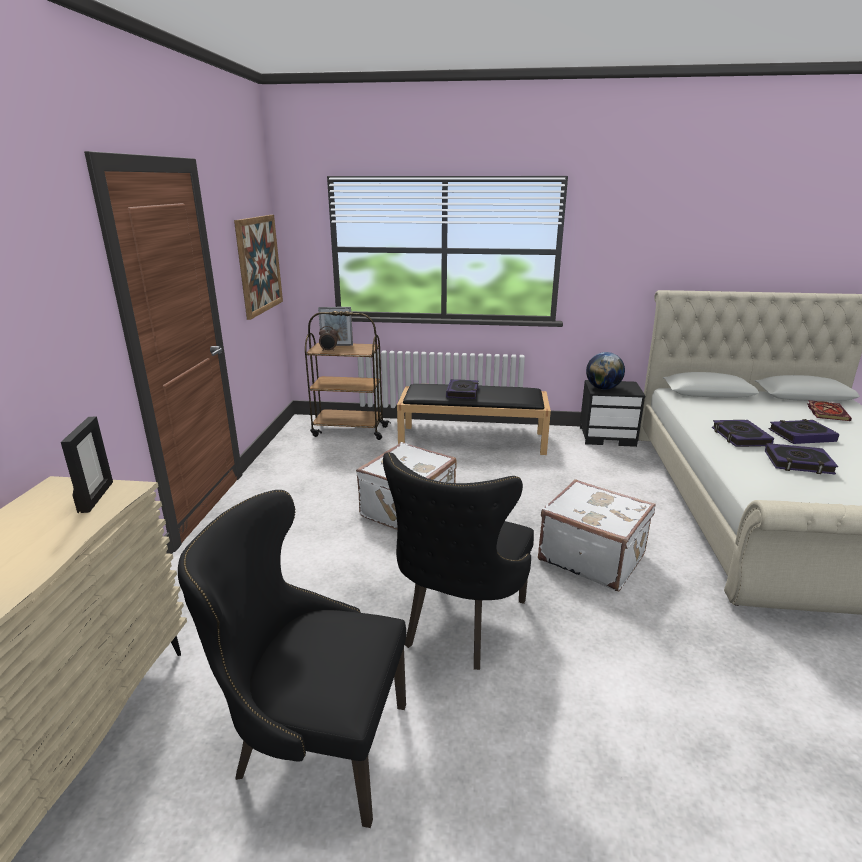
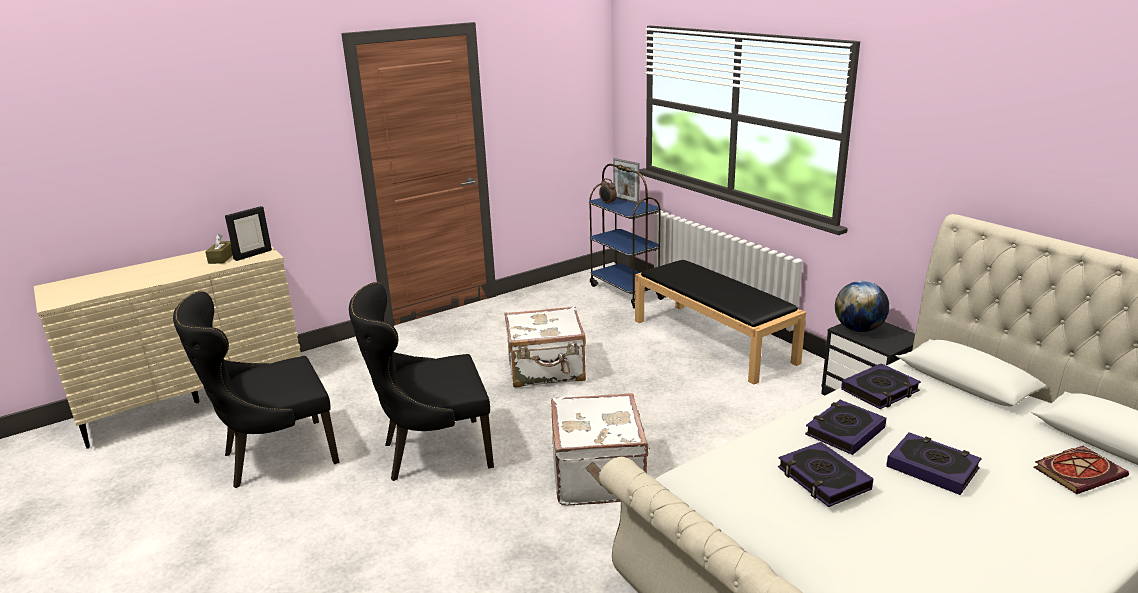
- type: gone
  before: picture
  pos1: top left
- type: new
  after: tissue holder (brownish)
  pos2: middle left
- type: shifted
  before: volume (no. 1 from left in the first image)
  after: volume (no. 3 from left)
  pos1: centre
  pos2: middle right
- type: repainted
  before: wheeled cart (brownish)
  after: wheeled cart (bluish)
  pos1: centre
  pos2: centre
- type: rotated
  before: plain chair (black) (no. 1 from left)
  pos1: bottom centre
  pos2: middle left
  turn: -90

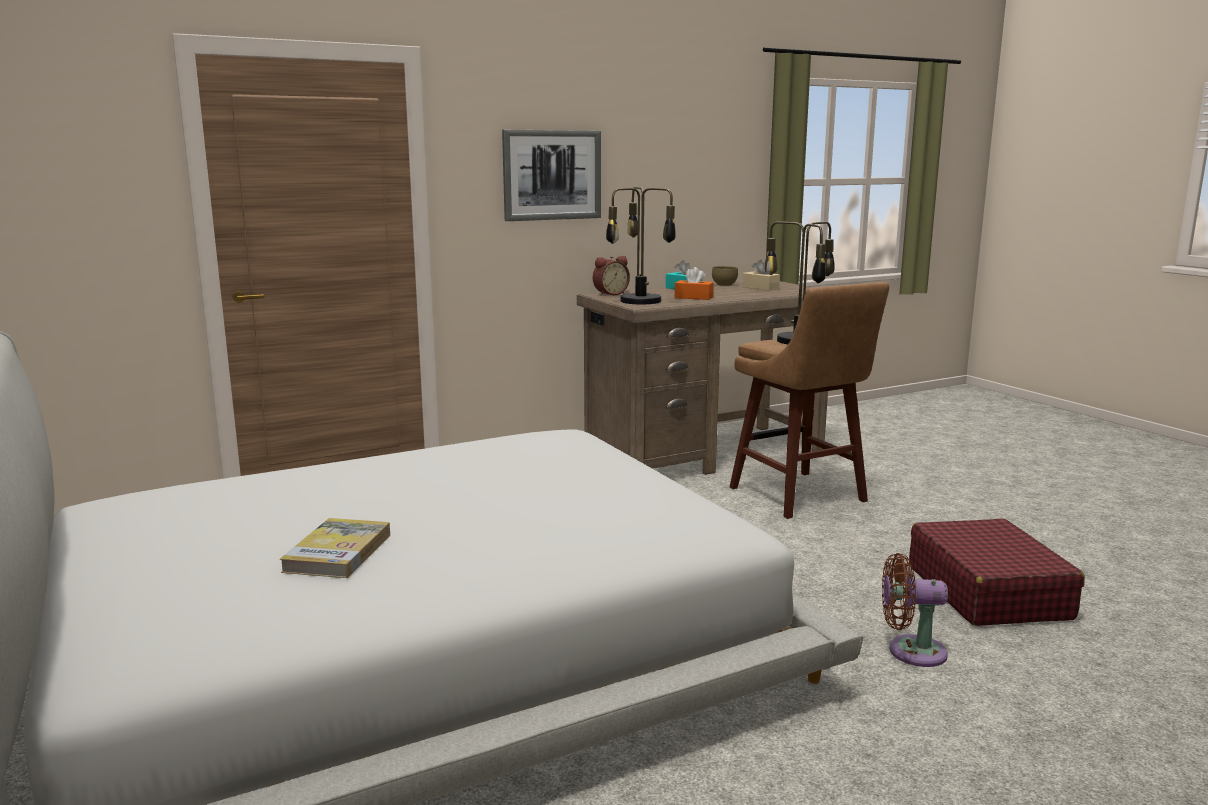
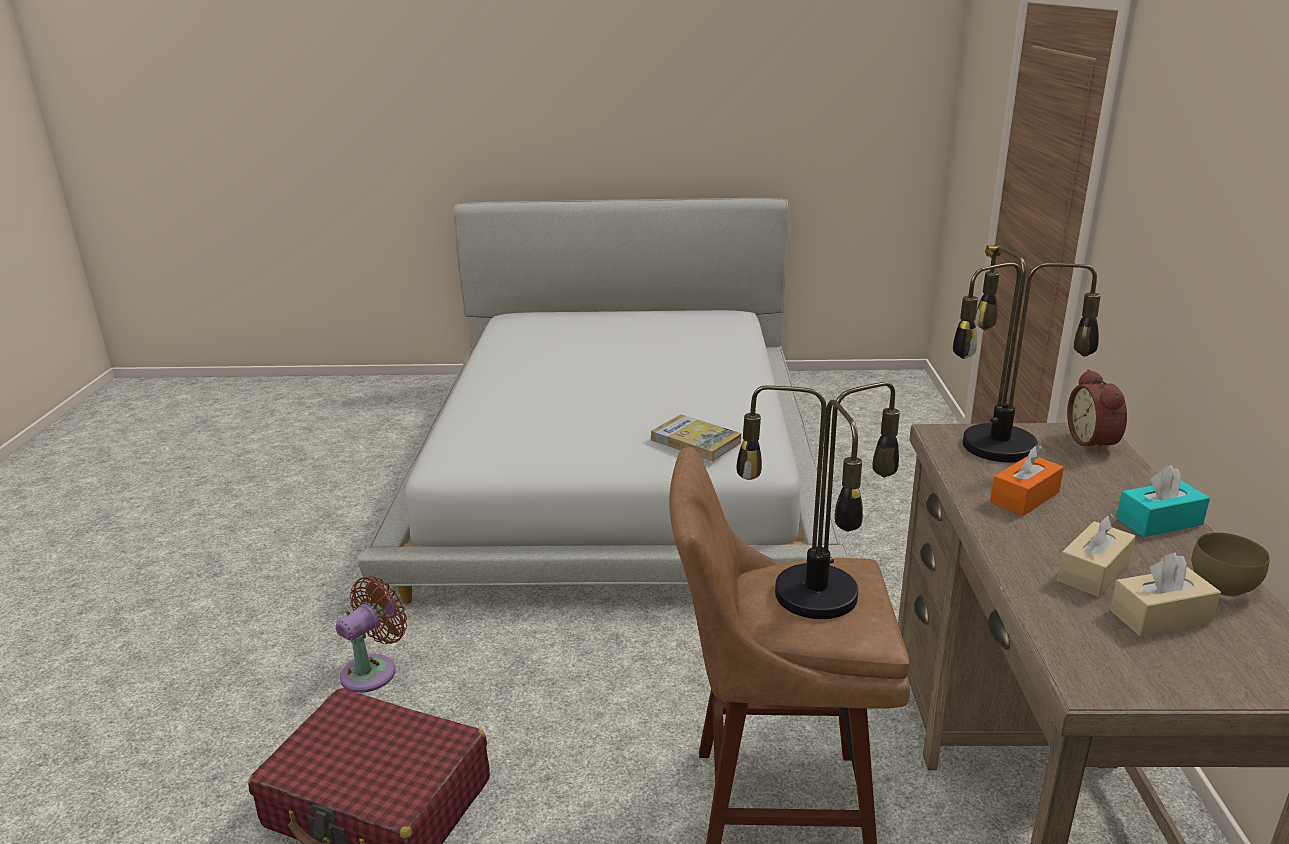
- type: gone
  before: picture
  pos1: top centre
- type: new
  after: tissue holder (sand-coloured) (no. 1 from left)
  pos2: middle right
- type: shifted
  before: volume
  pos1: bottom left
  pos2: centre

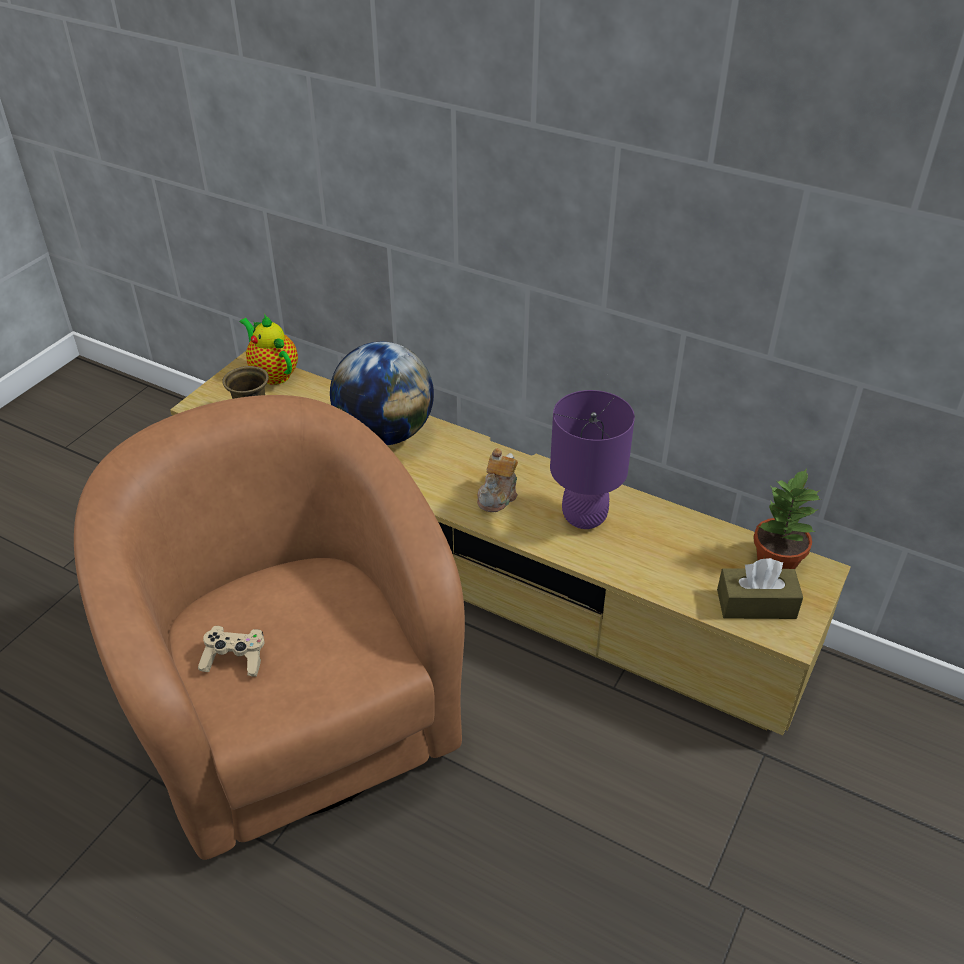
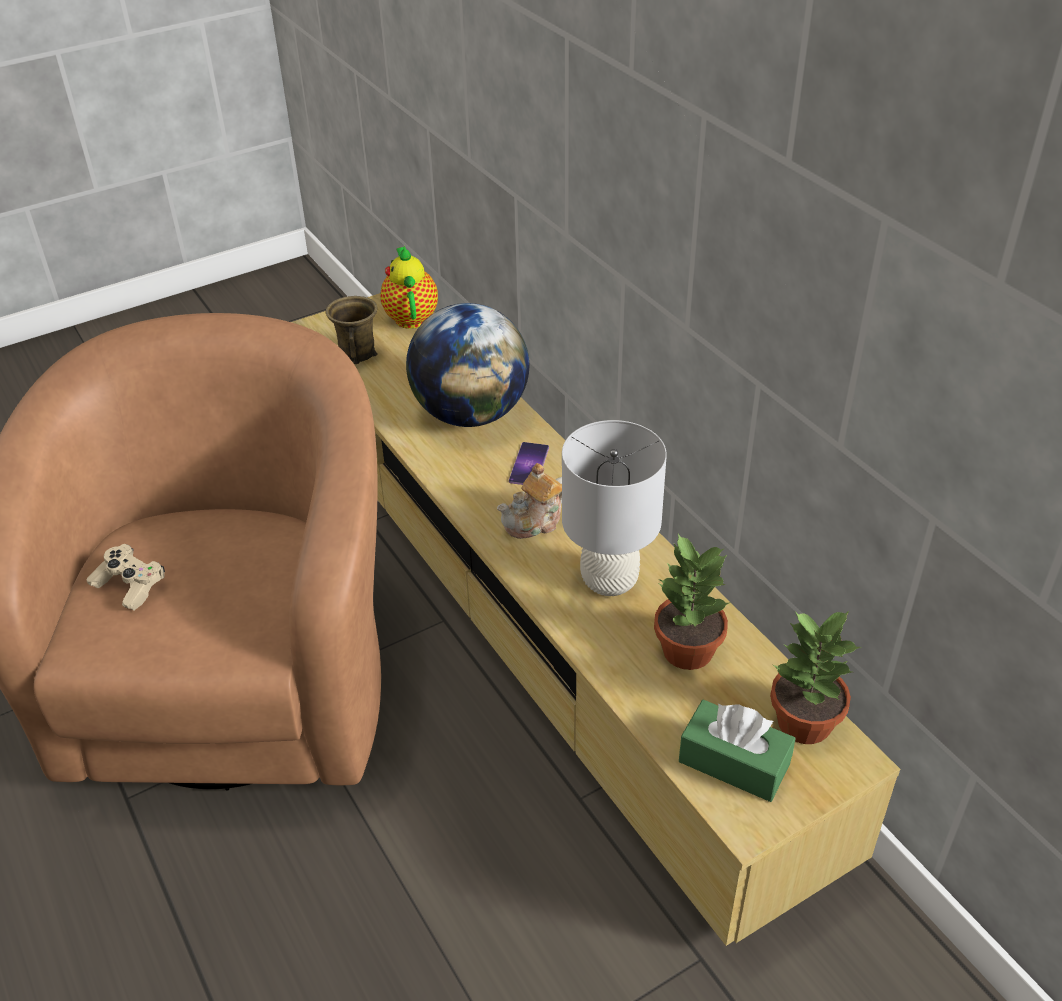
- type: new
  after: handset
  pos2: centre
- type: new
  after: plant in a pot (no. 1 from left)
  pos2: centre
- type: repainted
  before: table lamp (purple)
  after: table lamp (gray)
  pos1: centre
  pos2: centre
- type: repainted
  before: tissue holder (brownish)
  after: tissue holder (green-coloured)
  pos1: middle right
  pos2: bottom right

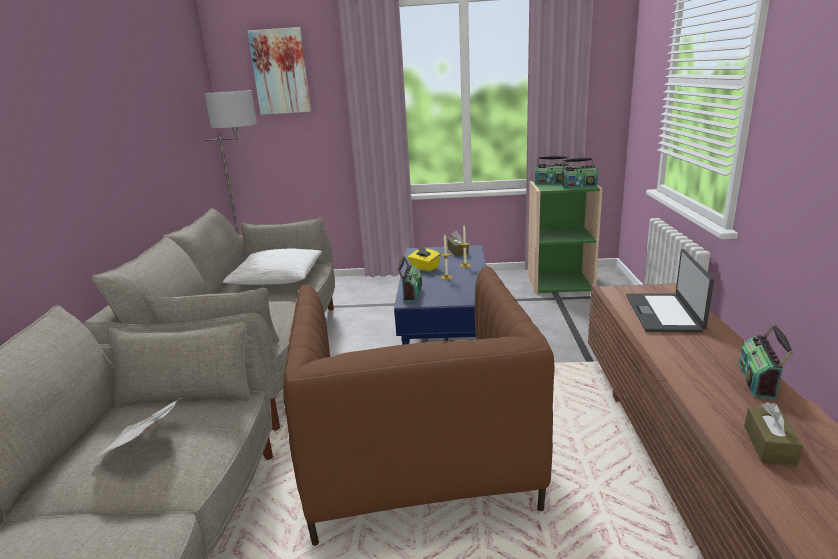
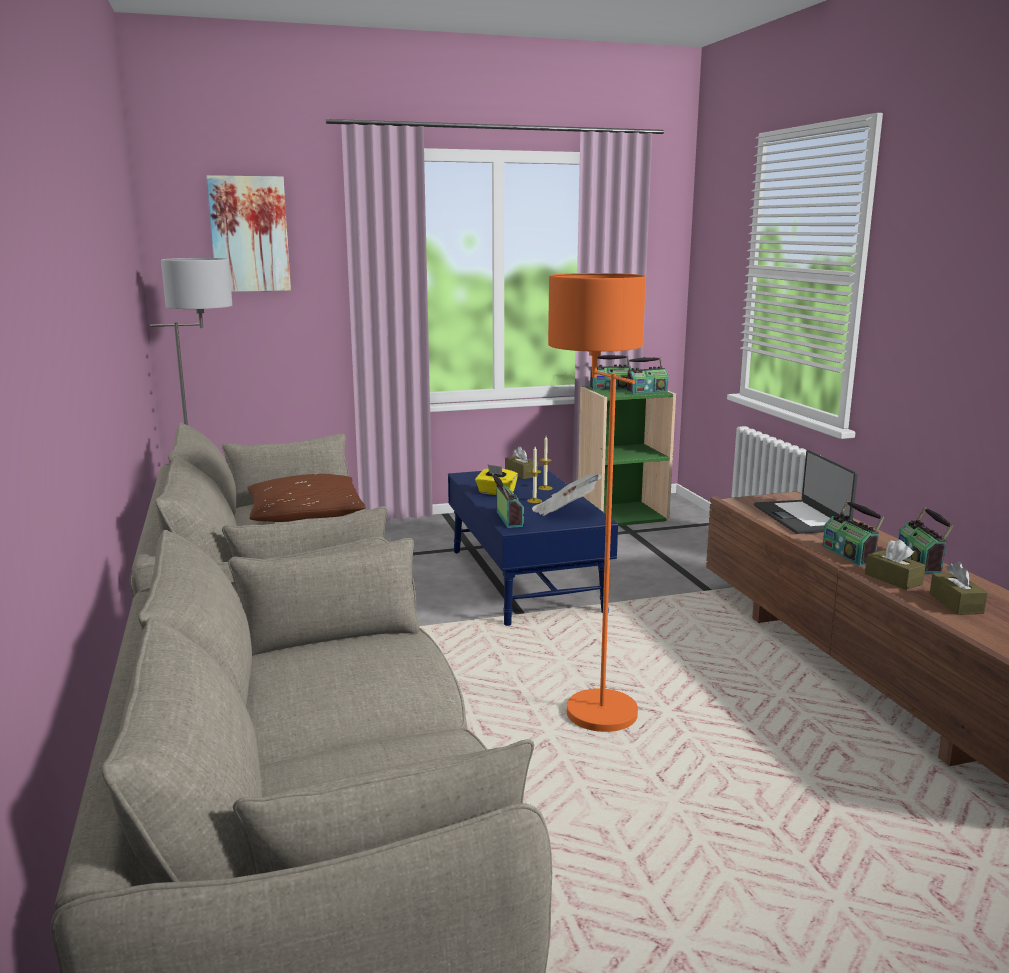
- type: new
  after: radio receiver (no. 4 from left)
  pos2: middle right
- type: new
  after: tissue holder (brownish) (no. 2 from left)
  pos2: middle right
- type: shifted
  before: printed paper
  pos1: bottom left
  pos2: centre
- type: swapped
  before: armchair (brownish)
  after: floor lamp (orange)
  pos1: bottom centre
  pos2: centre
- type: repainted
  before: throw pillow (whitish)
  after: throw pillow (brownish)
  pos1: middle left
  pos2: middle left

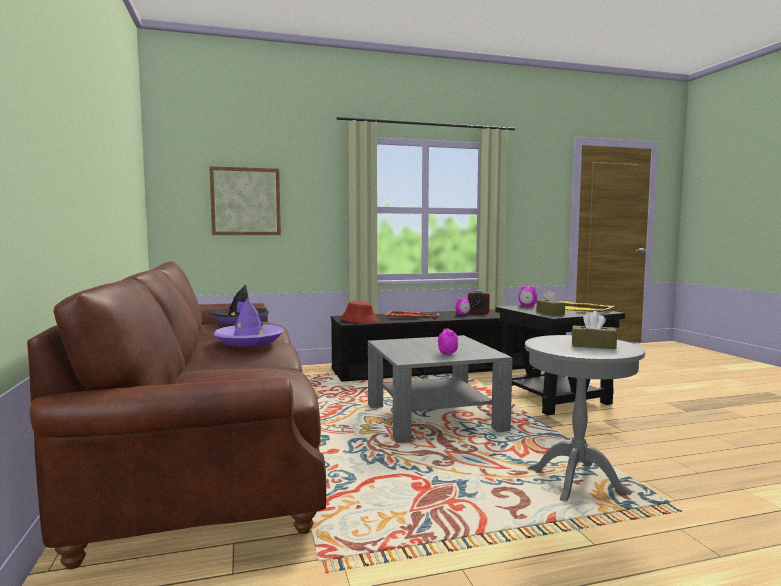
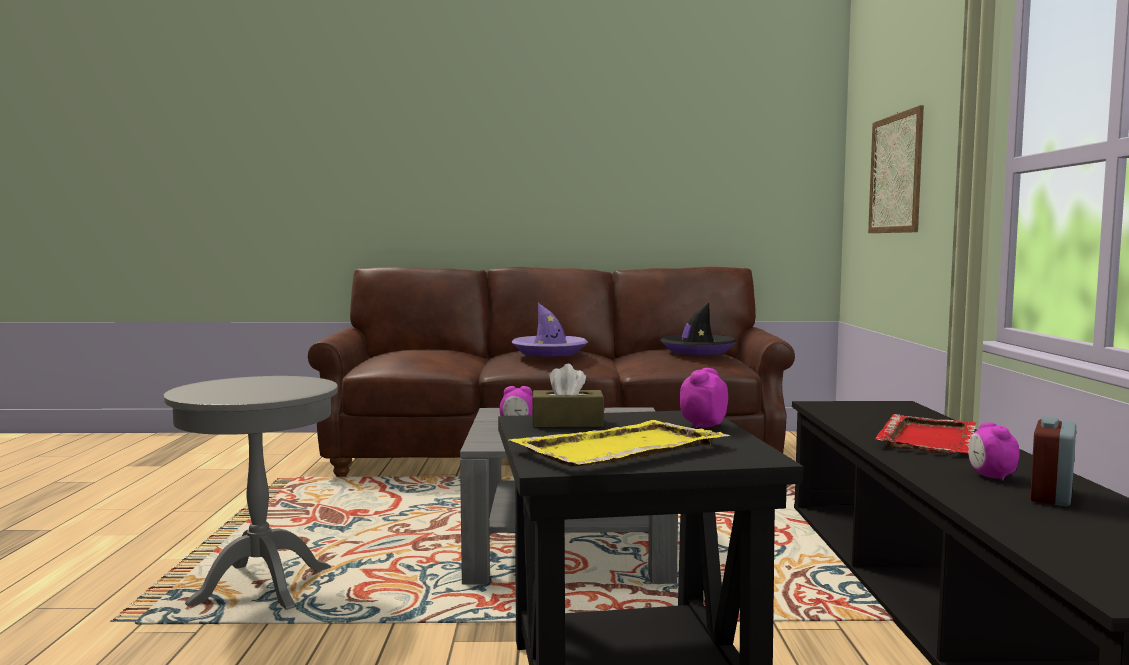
- type: gone
  before: hat (red)
  pos1: centre
- type: gone
  before: tissue holder (brownish) (no. 2 from left)
  pos1: middle right

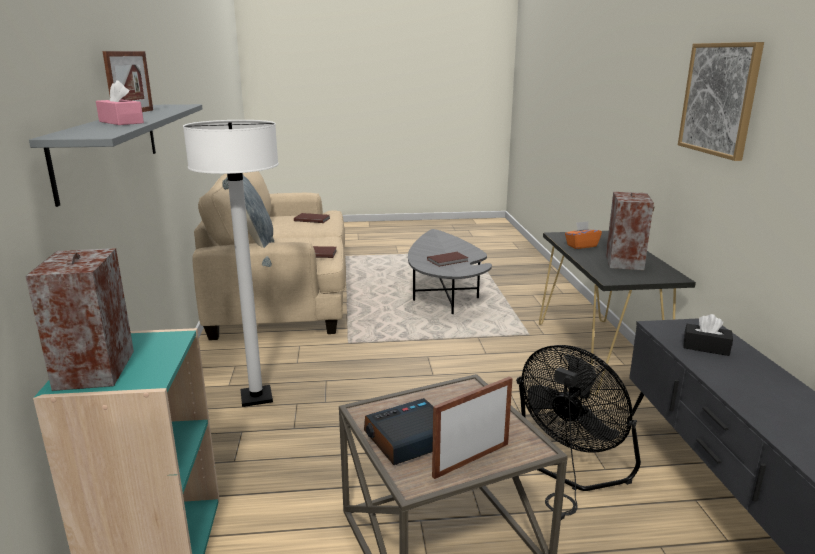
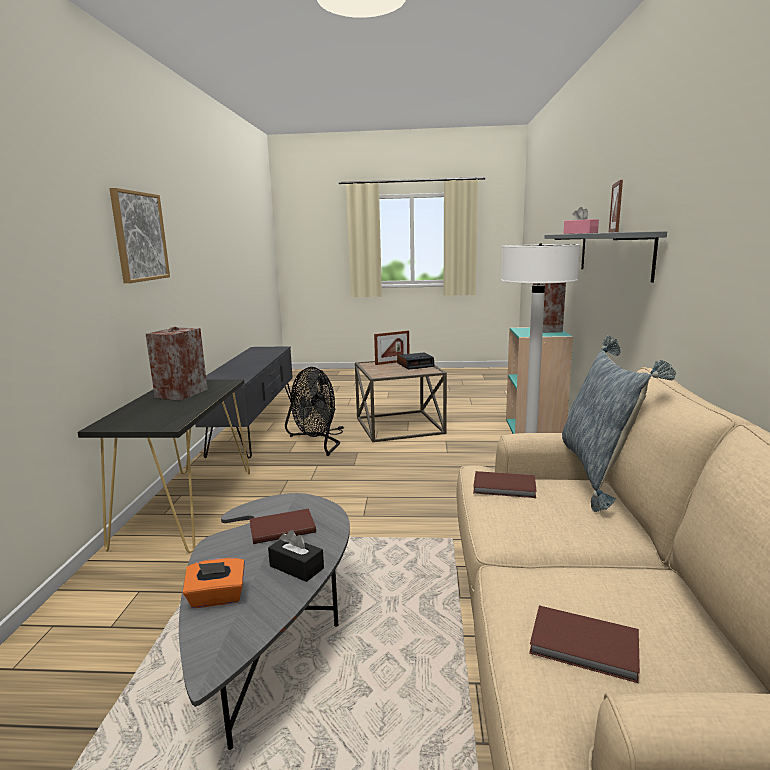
- type: shifted
  before: tissue holder (orange)
  pos1: middle right
  pos2: bottom left
- type: shifted
  before: tissue holder (black)
  pos1: middle right
  pos2: bottom centre

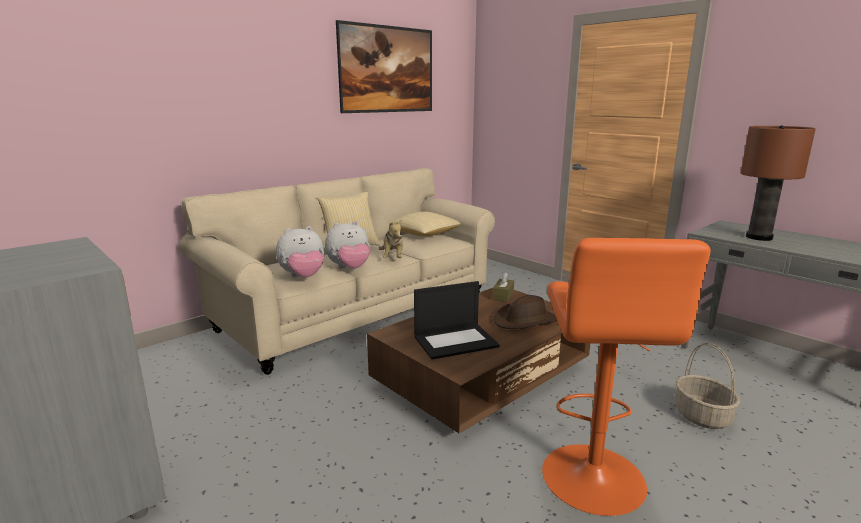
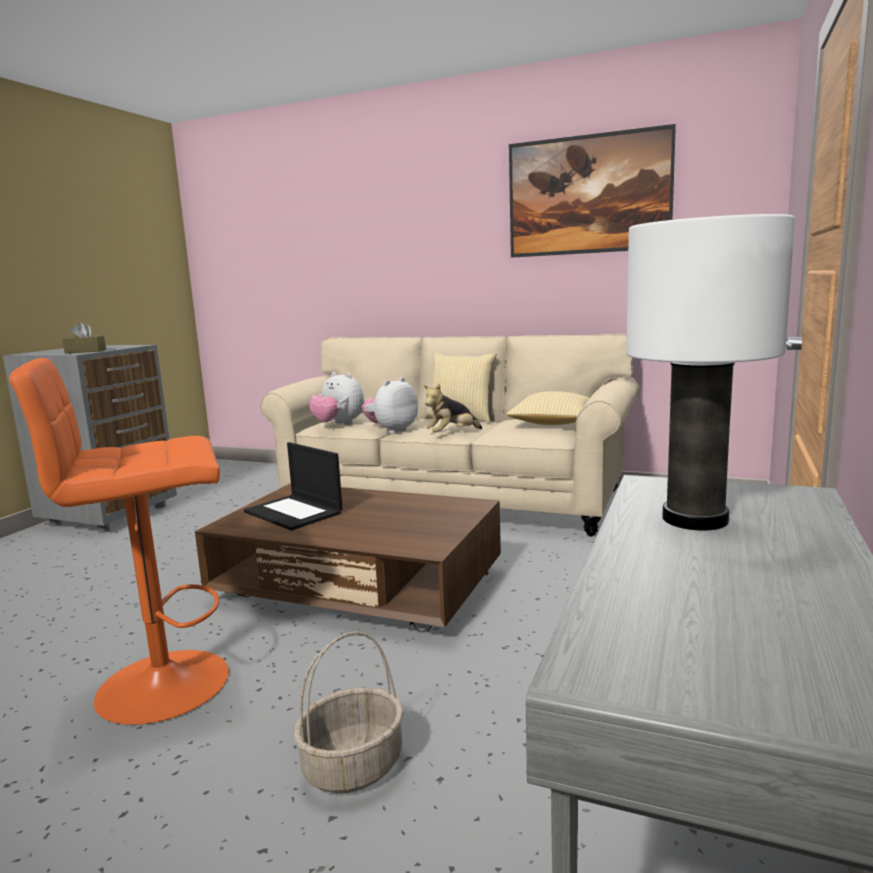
- type: gone
  before: hat (brownish)
  pos1: centre
- type: shifted
  before: tissue holder (brownish)
  pos1: centre
  pos2: middle left
- type: repainted
  before: table lamp (brownish)
  after: table lamp (whitish)
  pos1: middle right
  pos2: middle right
- type: rotated
  before: soft toy (no. 2 from left)
  pos1: centre
  pos2: centre
  turn: 90

